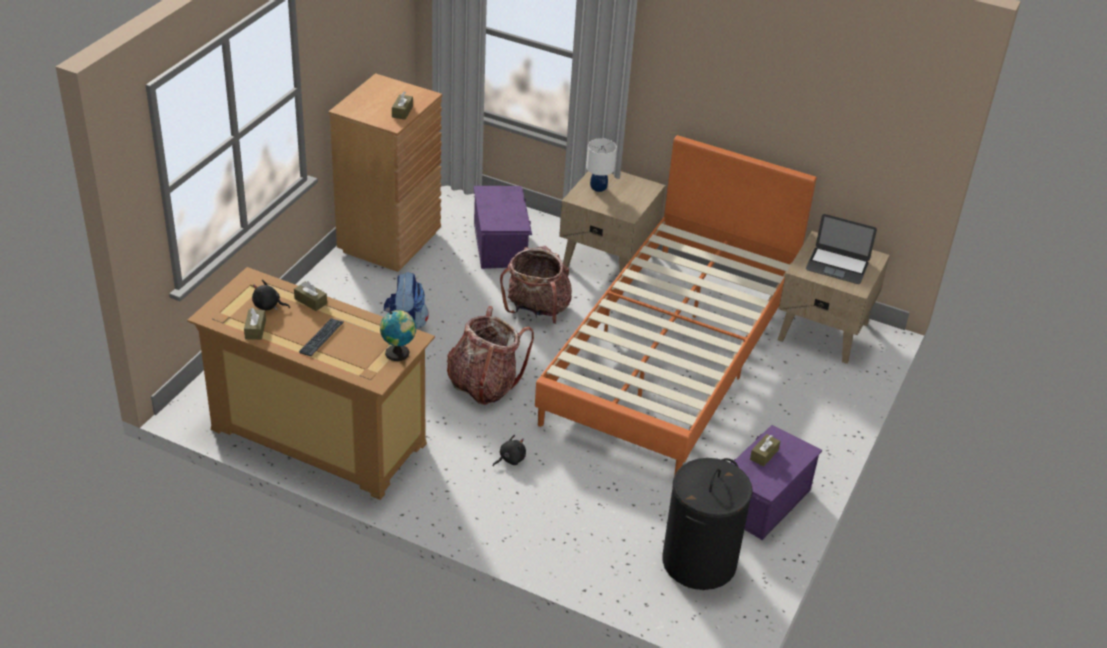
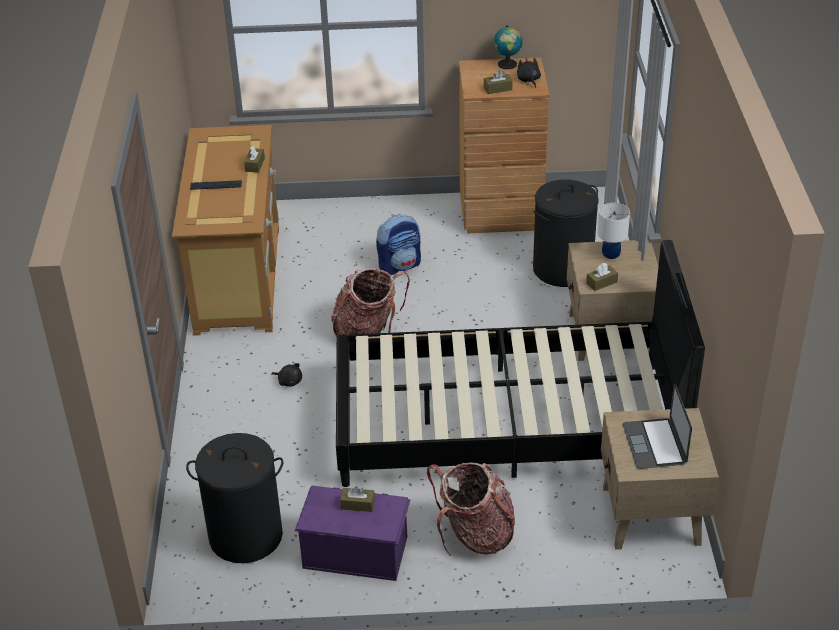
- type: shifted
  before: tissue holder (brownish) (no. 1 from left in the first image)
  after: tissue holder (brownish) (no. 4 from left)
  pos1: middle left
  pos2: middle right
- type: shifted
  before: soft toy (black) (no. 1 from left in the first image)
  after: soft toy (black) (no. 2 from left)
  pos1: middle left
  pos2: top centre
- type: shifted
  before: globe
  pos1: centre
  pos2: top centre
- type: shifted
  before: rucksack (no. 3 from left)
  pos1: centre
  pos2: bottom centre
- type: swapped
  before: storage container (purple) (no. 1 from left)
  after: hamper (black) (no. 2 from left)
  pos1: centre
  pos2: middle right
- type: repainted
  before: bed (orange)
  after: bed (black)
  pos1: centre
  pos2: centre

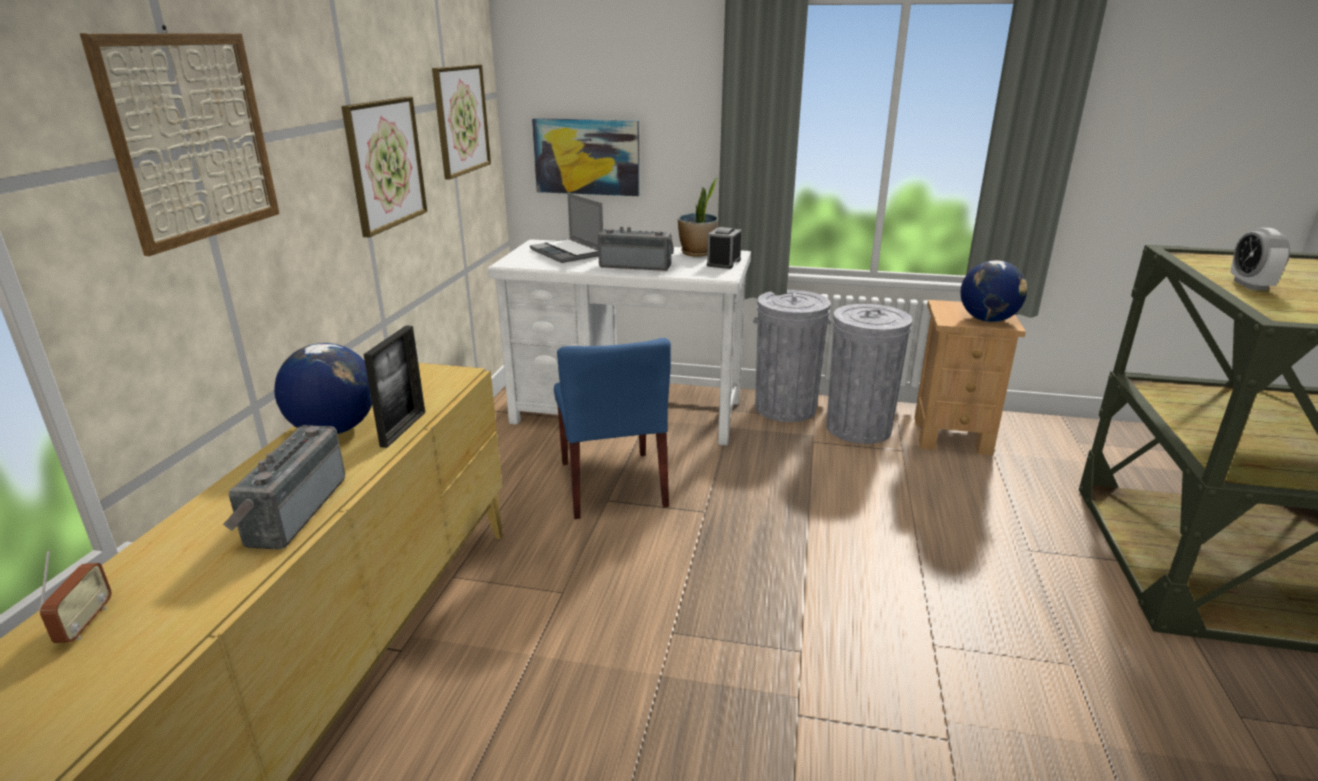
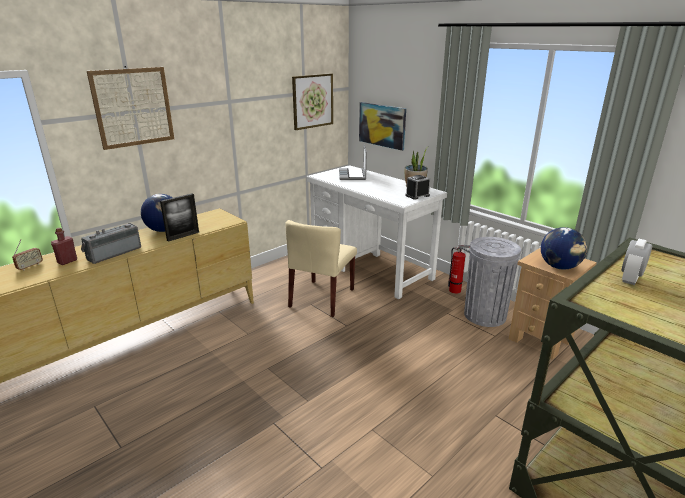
- type: gone
  before: picture (no. 2 from left)
  pos1: top left
- type: gone
  before: radio receiver (no. 3 from left)
  pos1: top centre
- type: new
  after: drink bottle (red)
  pos2: middle left
- type: swapped
  before: waste bin (gray) (no. 1 from left)
  after: fire-fighting cylinder
  pos1: centre
  pos2: middle right
- type: repainted
  before: plain chair (bluish)
  after: plain chair (sand-coloured)
  pos1: centre
  pos2: centre

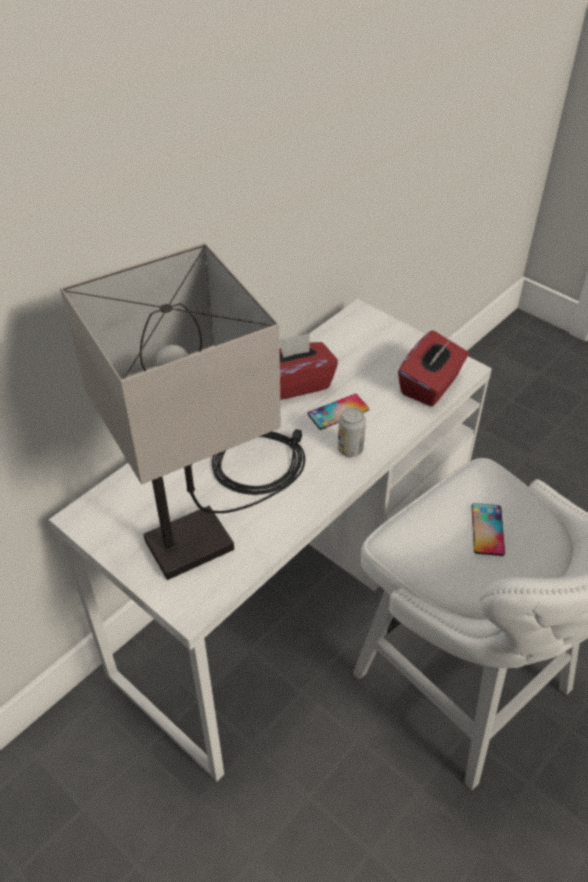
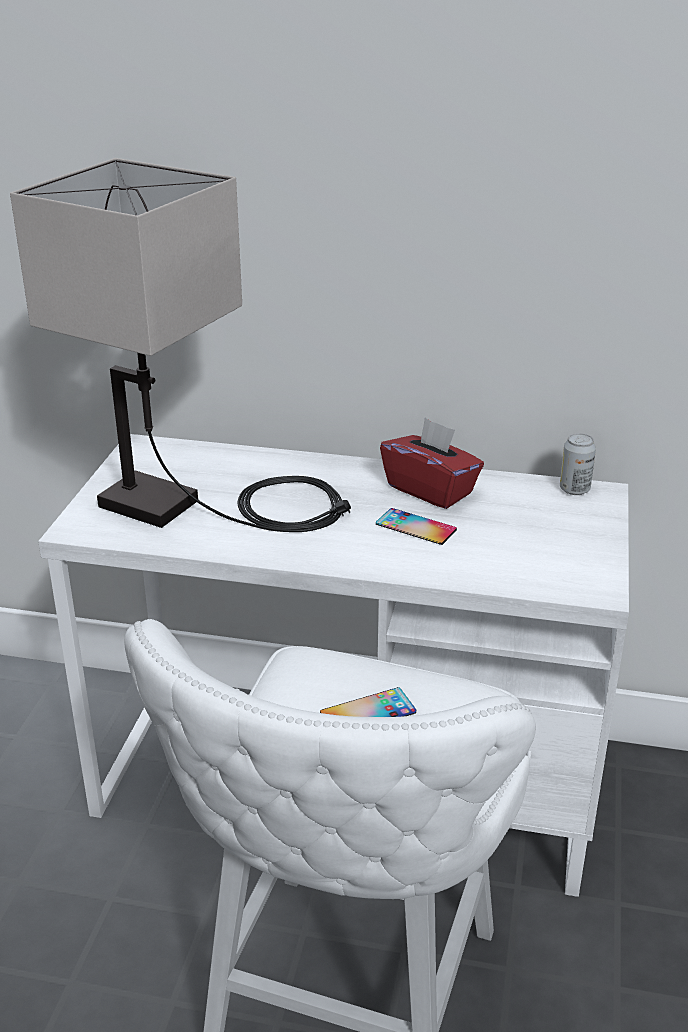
- type: gone
  before: tissue holder (red) (no. 2 from left)
  pos1: middle right
- type: shifted
  before: sealed can
  pos1: centre
  pos2: middle right

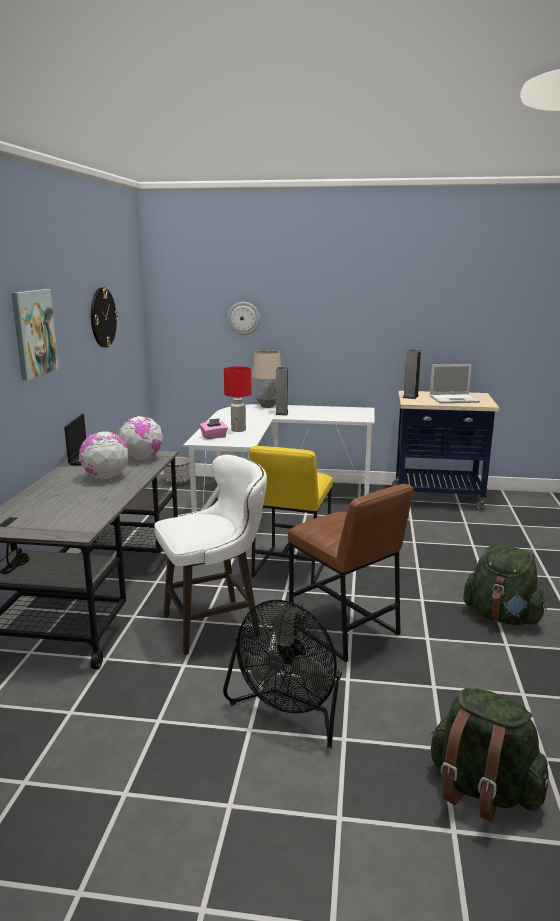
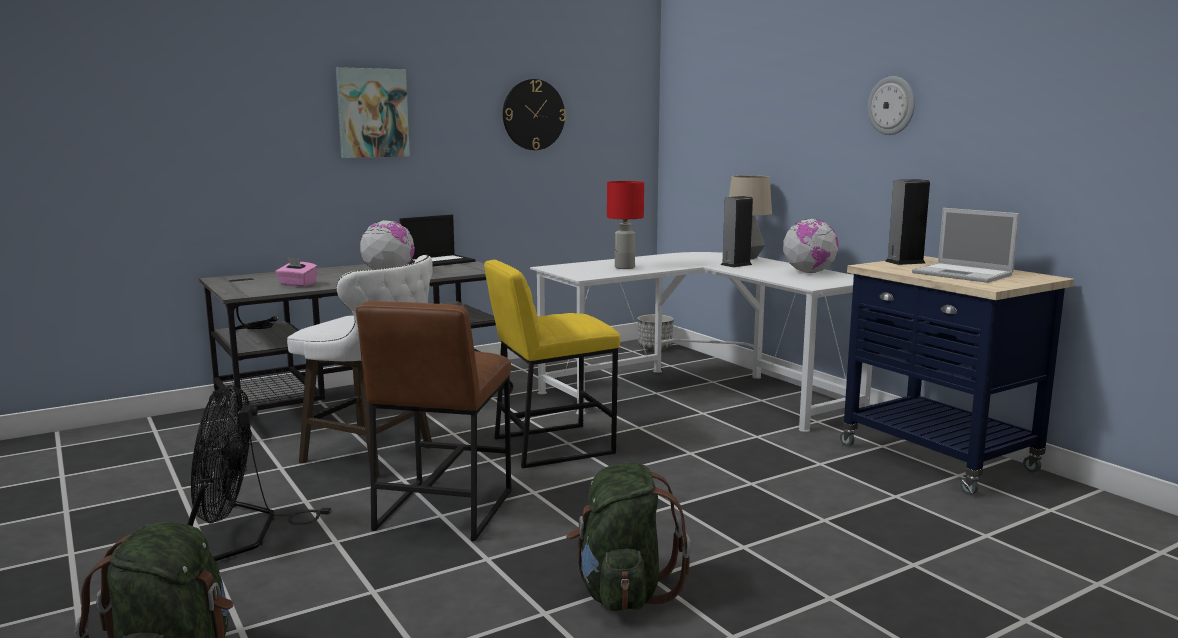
- type: shifted
  before: globe (no. 2 from left)
  pos1: middle left
  pos2: middle right
- type: shifted
  before: tissue holder (pink)
  pos1: centre
  pos2: middle left
- type: shifted
  before: hanging clock (no. 2 from left)
  pos1: centre
  pos2: top right

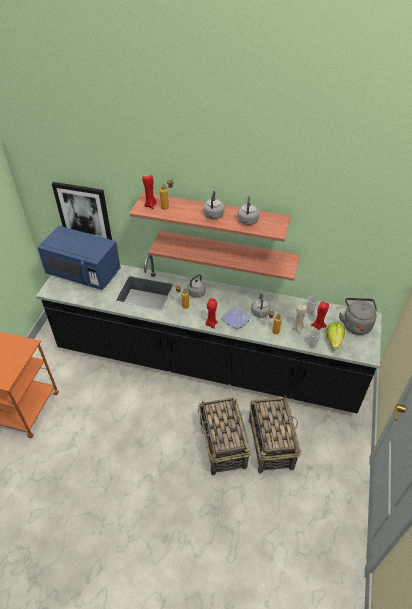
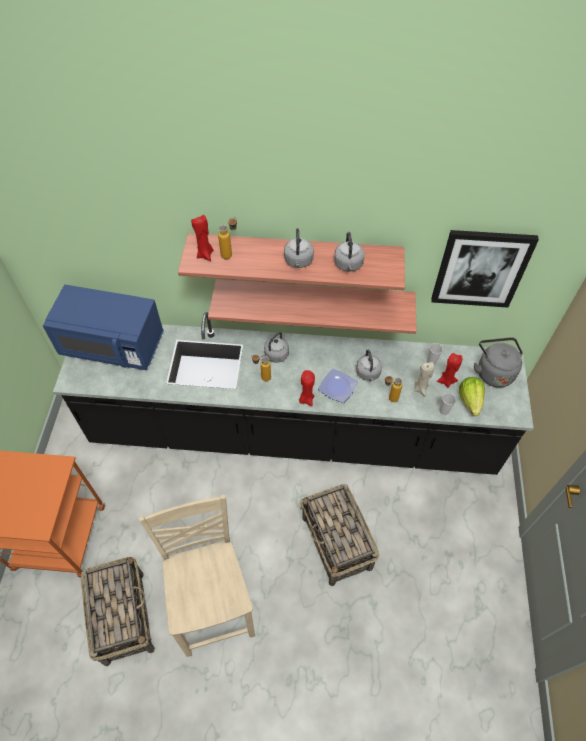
- type: new
  after: plain chair (sand-coloured)
  pos2: bottom centre
- type: shifted
  before: picture
  pos1: middle left
  pos2: middle right
- type: shifted
  before: storage basket (no. 2 from left in the first image)
  after: storage basket (no. 1 from left)
  pos1: bottom right
  pos2: bottom left

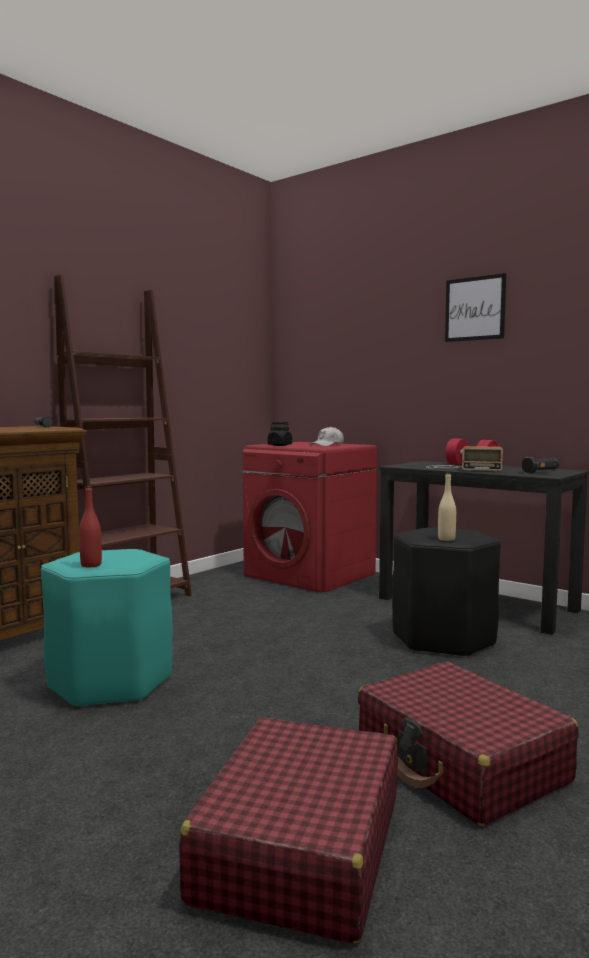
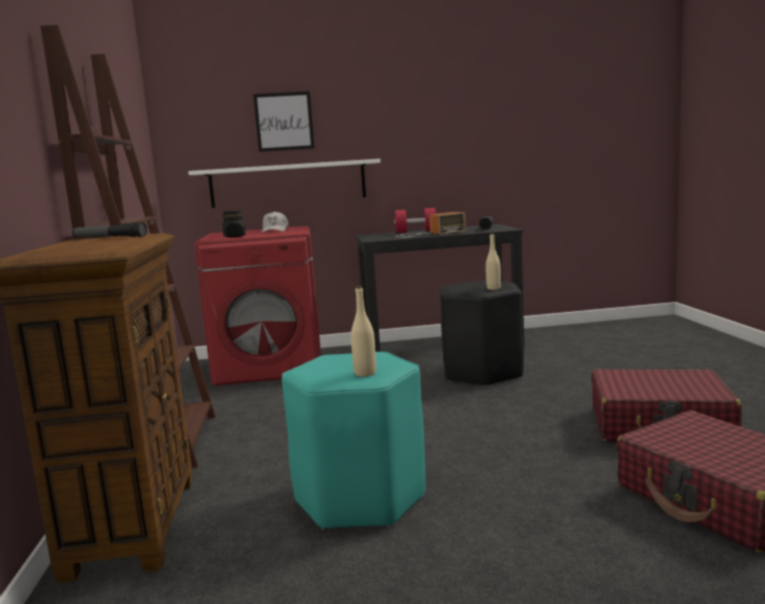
- type: new
  after: bracket shelf (whitish)
  pos2: top centre
- type: shifted
  before: picture
  pos1: top right
  pos2: top centre
- type: repainted
  before: drink bottle (red)
  after: drink bottle (sand-coloured) (no. 1 from left)
  pos1: middle left
  pos2: centre

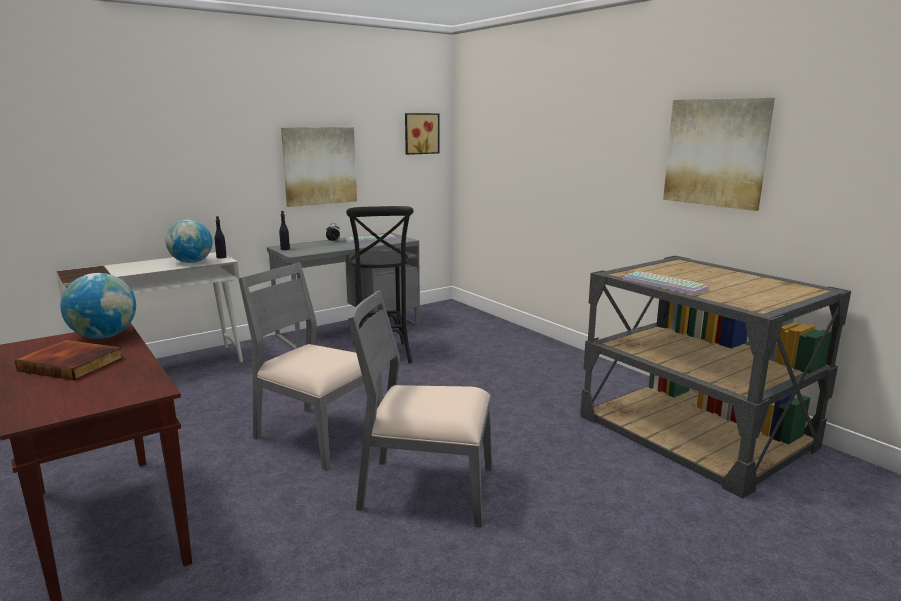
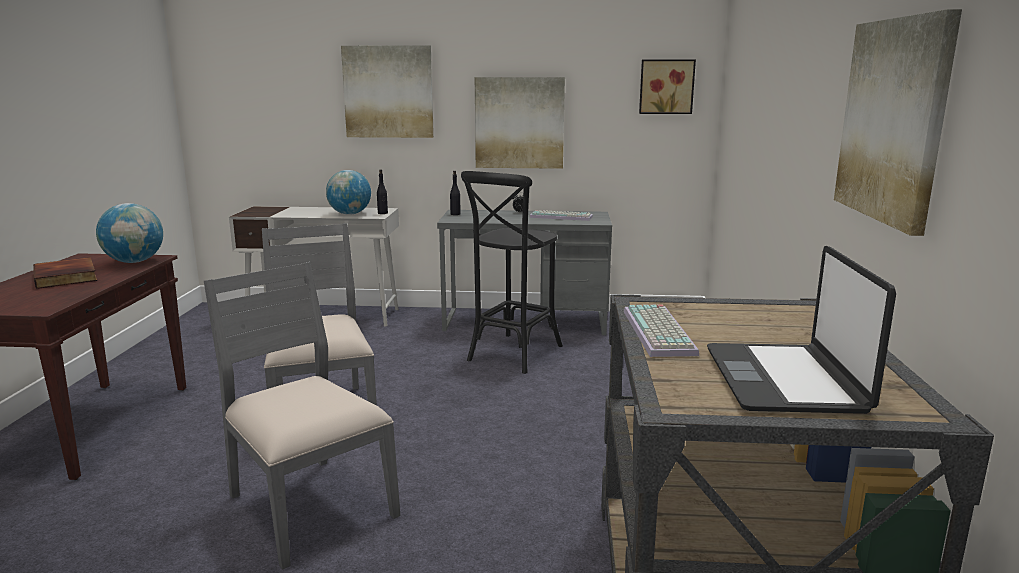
- type: new
  after: picture (no. 1 from left)
  pos2: top centre
- type: new
  after: notebook computer
  pos2: middle right

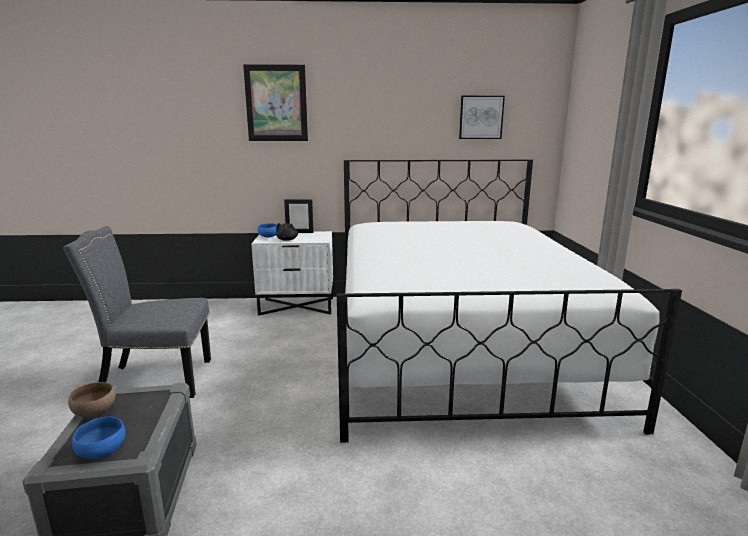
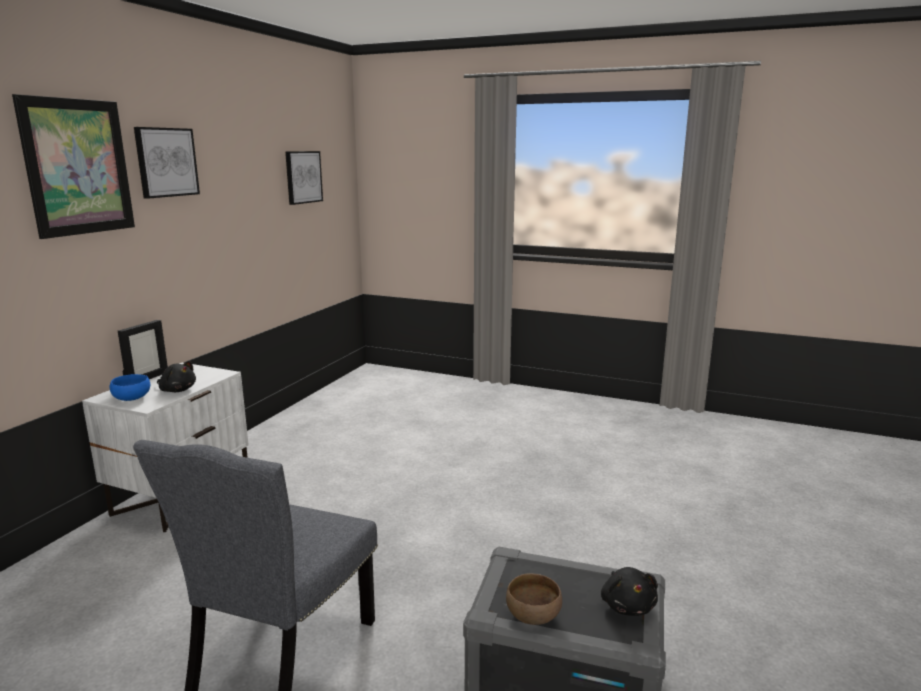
- type: gone
  before: bed (whitish)
  pos1: middle right
- type: new
  after: picture (no. 2 from left)
  pos2: top left
- type: swapped
  before: bowl (bluish) (no. 1 from left)
  after: soft toy (black) (no. 2 from left)
  pos1: bottom left
  pos2: bottom right

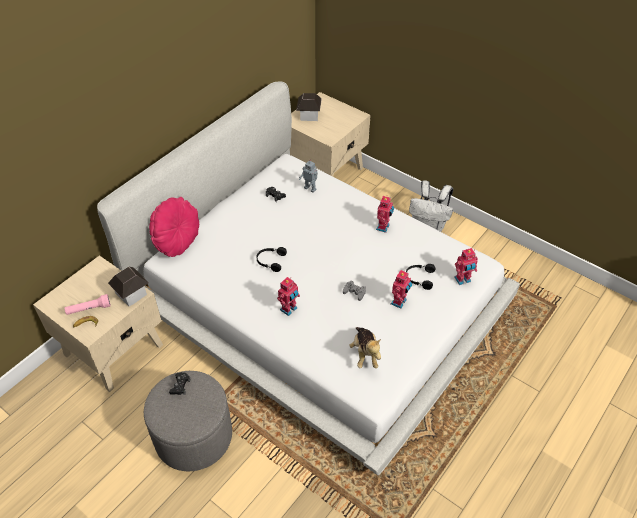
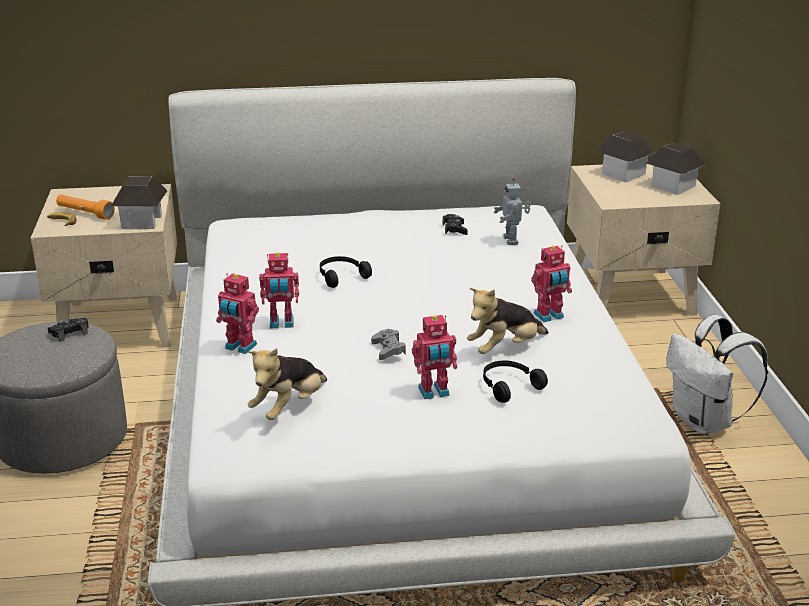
- type: gone
  before: throw pillow (pink)
  pos1: middle left
- type: new
  after: soft toy (no. 2 from left)
  pos2: centre
- type: new
  after: miniature house (no. 3 from left)
  pos2: top right
- type: shifted
  before: model robot (no. 5 from left in the first image)
  after: model robot (no. 1 from left)
  pos1: middle right
  pos2: middle left
- type: repainted
  before: hand torch (pink)
  after: hand torch (orange)
  pos1: middle left
  pos2: middle left

